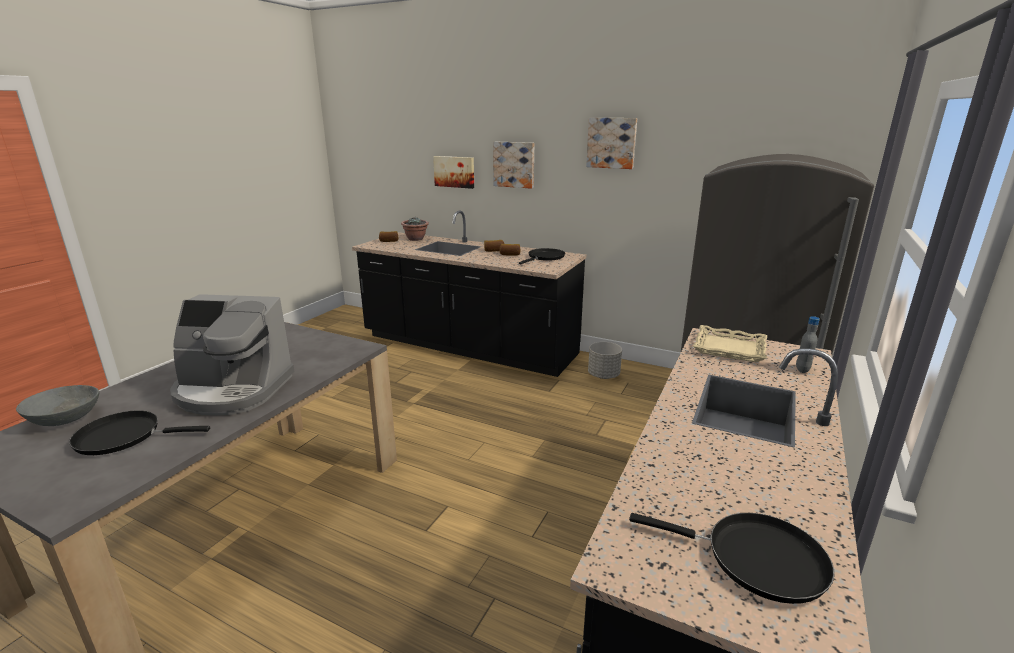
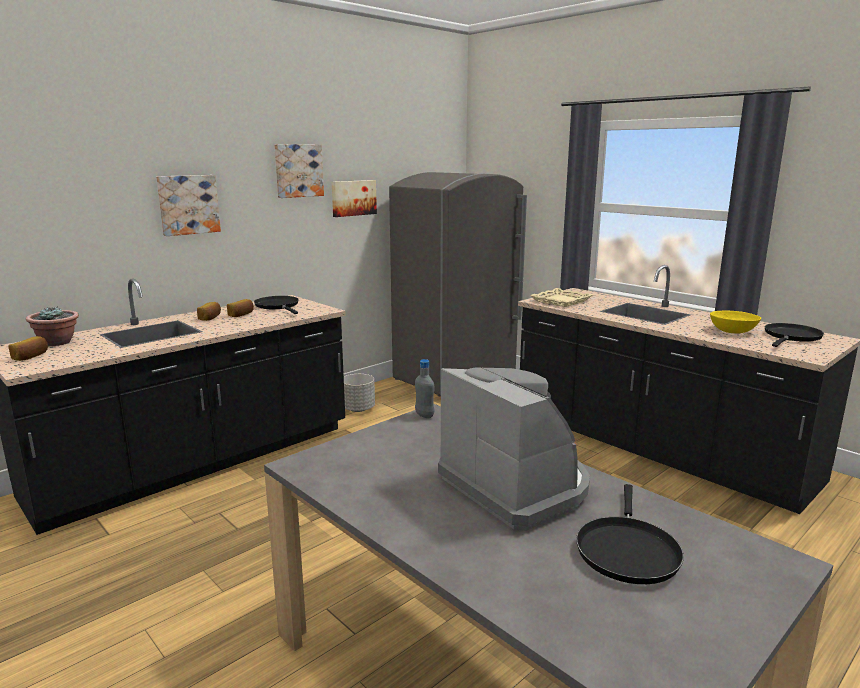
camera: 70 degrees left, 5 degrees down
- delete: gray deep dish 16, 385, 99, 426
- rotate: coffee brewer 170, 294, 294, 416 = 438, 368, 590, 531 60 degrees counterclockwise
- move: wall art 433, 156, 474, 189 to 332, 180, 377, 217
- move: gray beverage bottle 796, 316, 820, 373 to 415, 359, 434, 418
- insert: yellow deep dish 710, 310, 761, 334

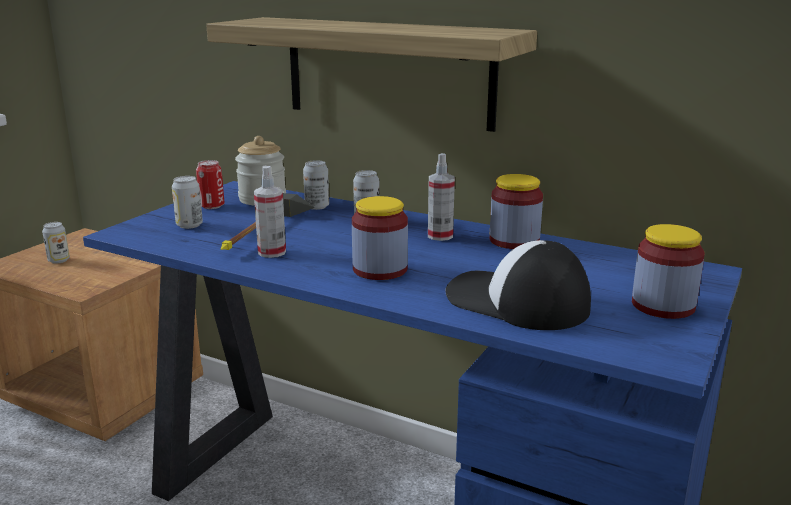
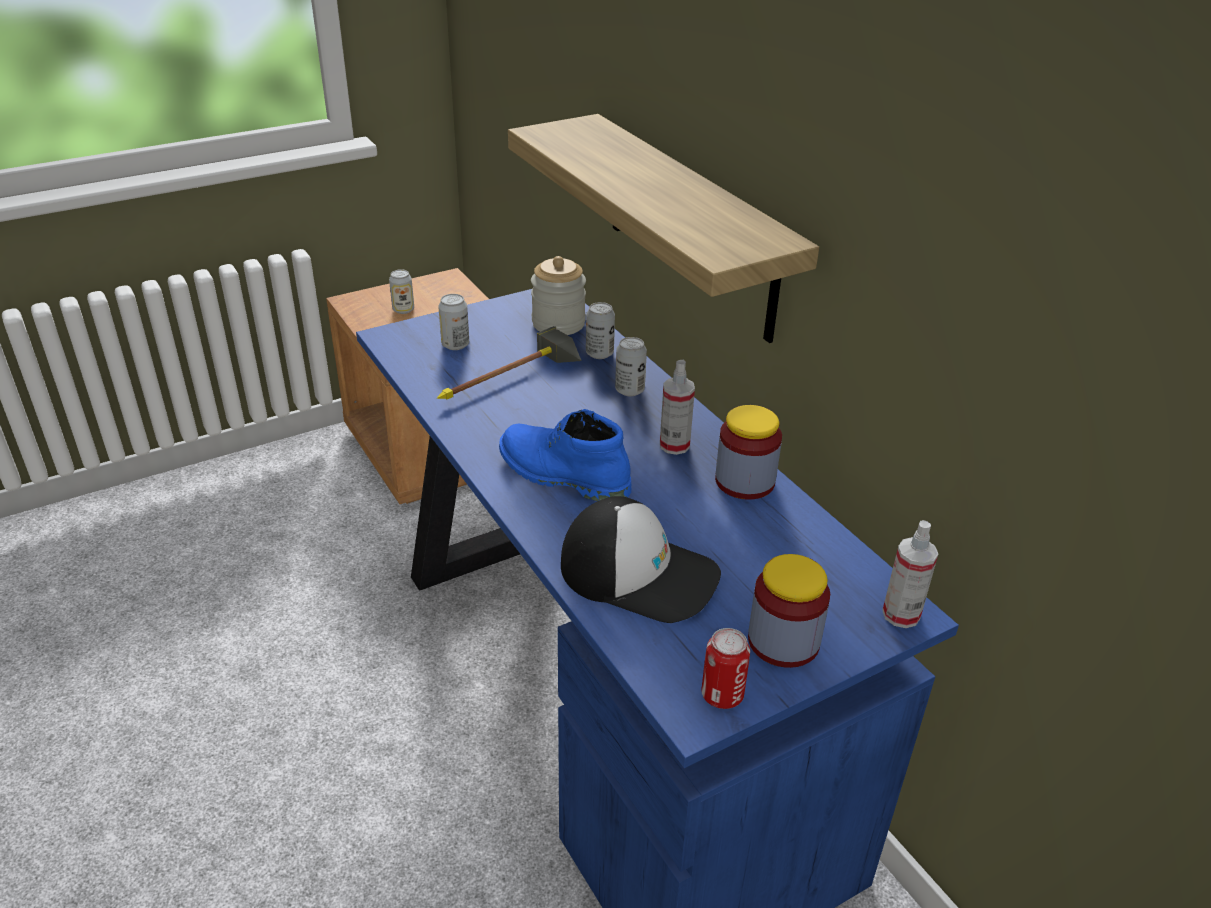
camera: 30 degrees right, 15 degrees up
- move: can 196, 160, 225, 209 to 701, 628, 750, 709
- move: hand sprayer 254, 166, 286, 258 to 882, 520, 938, 628
- replace: storage jar 352, 196, 408, 280 to blue tall boot 499, 409, 631, 501
- rotate: baseball cap 445, 240, 591, 330 = 561, 496, 721, 623 135 degrees clockwise

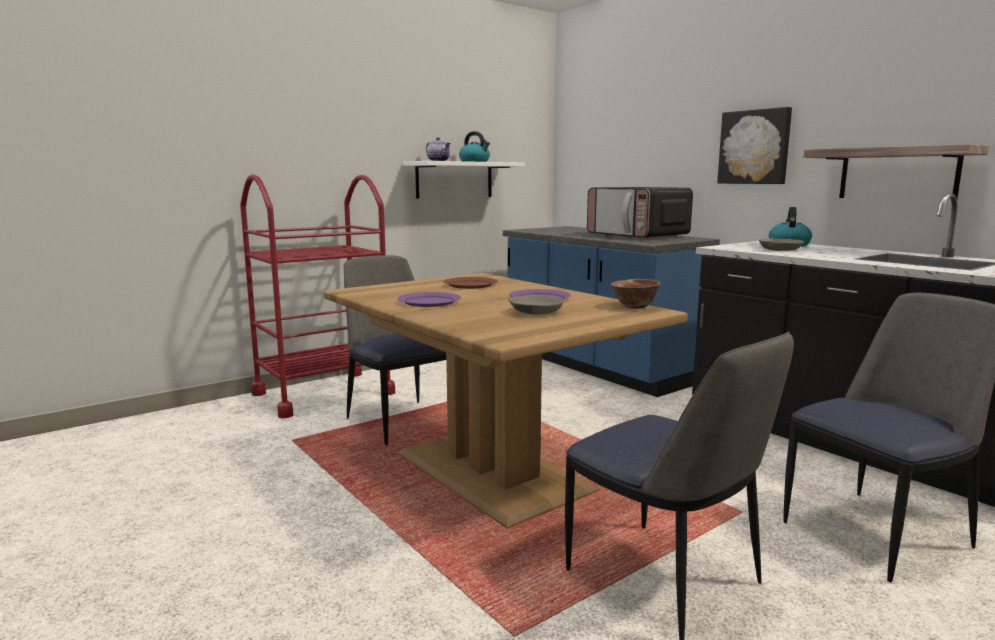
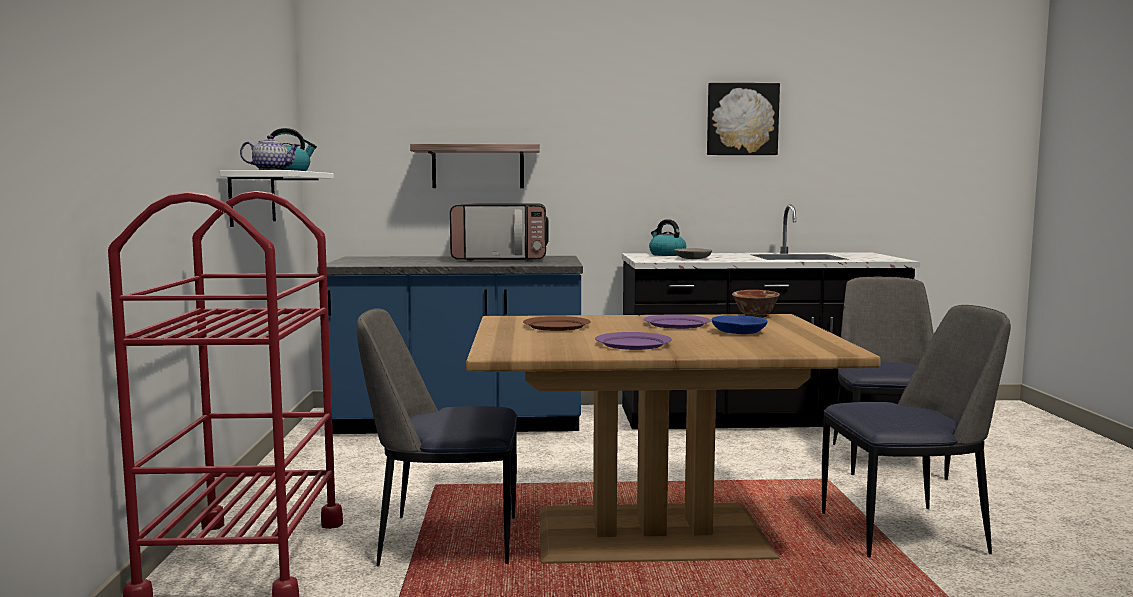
camera: 55 degrees left, 5 degrees down
- recolor: gray deep dish 509, 295, 564, 315 to blue deep dish 712, 315, 767, 334
- move: wall art 717, 107, 792, 184 to 707, 83, 780, 155
- move: wall shelf 804, 144, 989, 198 to 410, 144, 540, 188

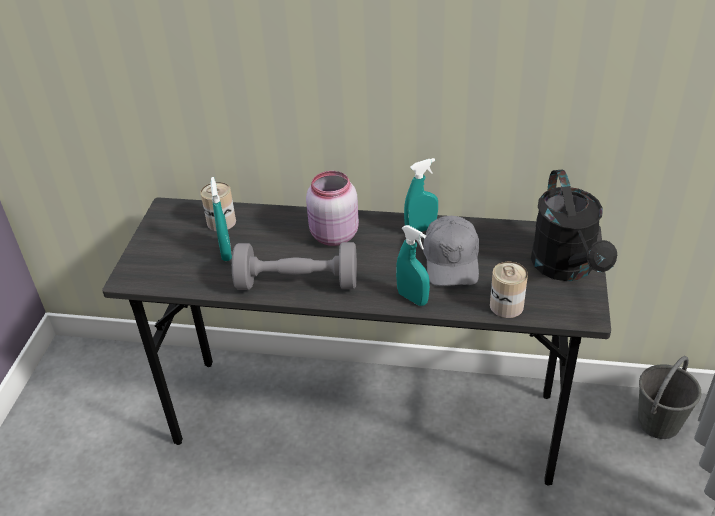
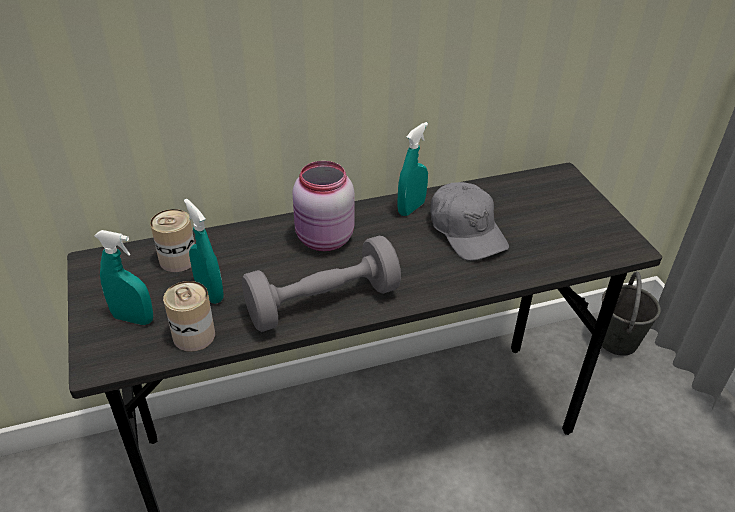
camera: 30 degrees left, 0 degrees up
- move: turquoise-coloured hand sprayer 396, 225, 430, 306 to 94, 230, 153, 325
- move: can 490, 262, 528, 318 to 163, 281, 215, 352
- delete: black watering pot 531, 170, 617, 281

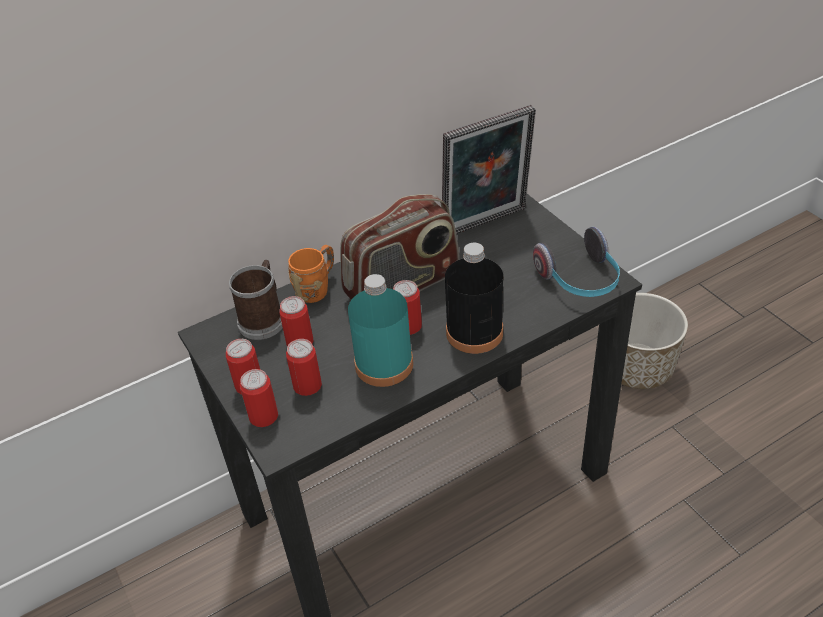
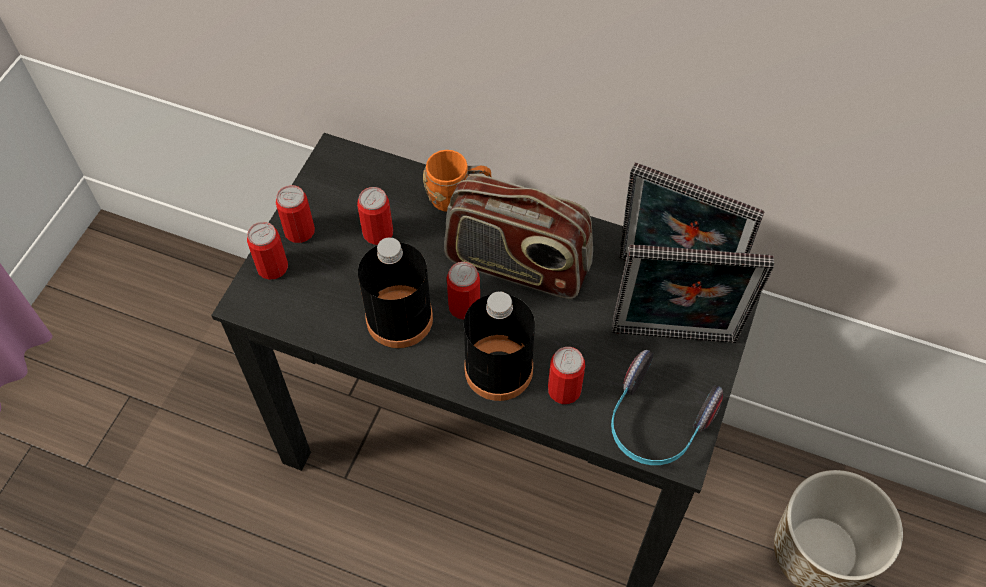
camera: 50 degrees right, 15 degrees up
- delete: coffee mug 229, 260, 283, 340
- move: can 286, 339, 322, 396 to 548, 347, 585, 404
- recolor: turquoise-coloured beverage bottle 348, 274, 413, 387 to black beverage bottle 358, 237, 433, 348
- insert: standing frame 612, 244, 774, 343

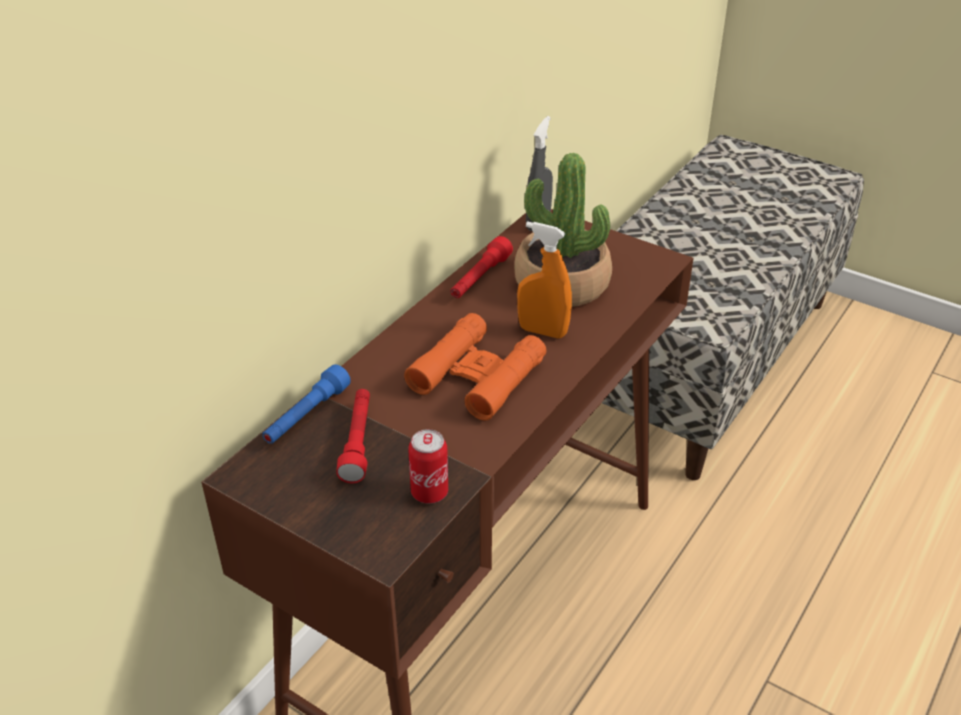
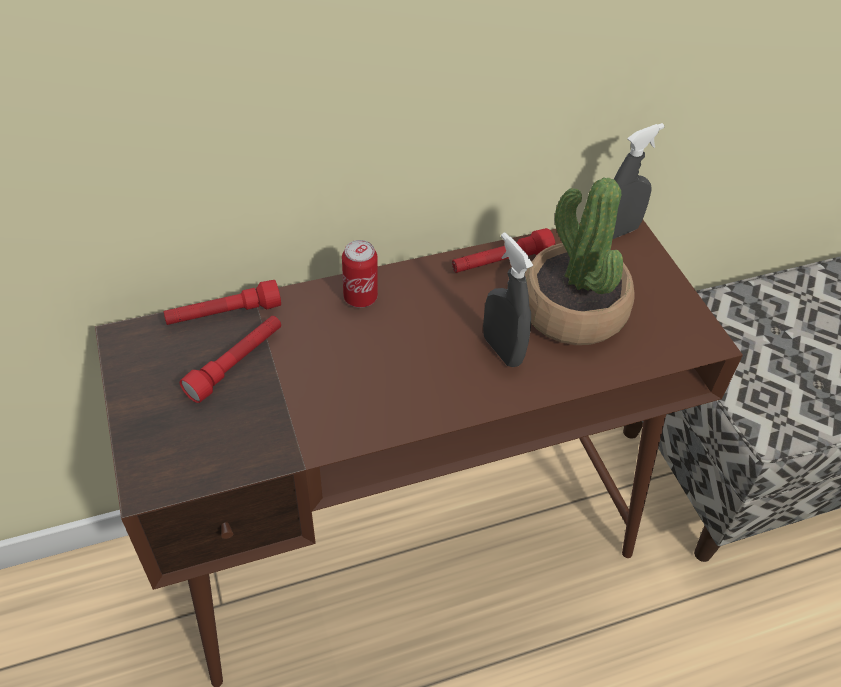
camera: 35 degrees right, 10 degrees up
- recolor: blue flashlight 262, 364, 351, 444 to reddish flashlight 164, 280, 281, 325
- delete: orange-coloured field glasses 404, 313, 546, 421
- move: can 408, 429, 448, 504 to 342, 240, 378, 308
- recolor: orange-coloured hand sprayer 517, 221, 572, 338 to gray hand sprayer 483, 233, 533, 367

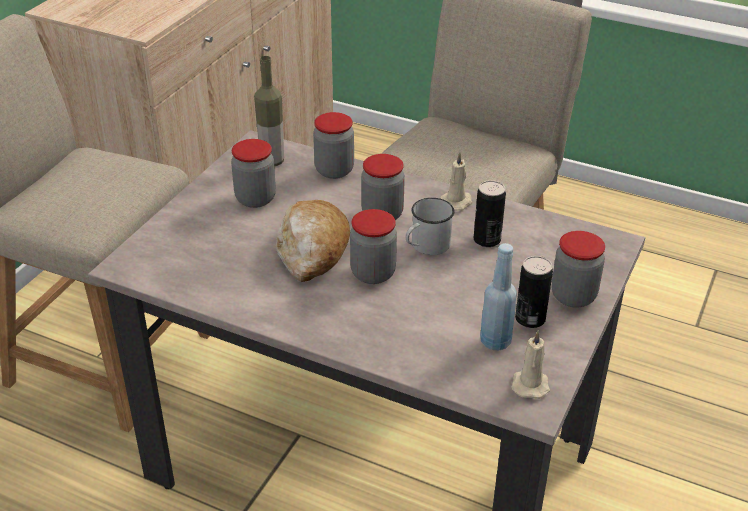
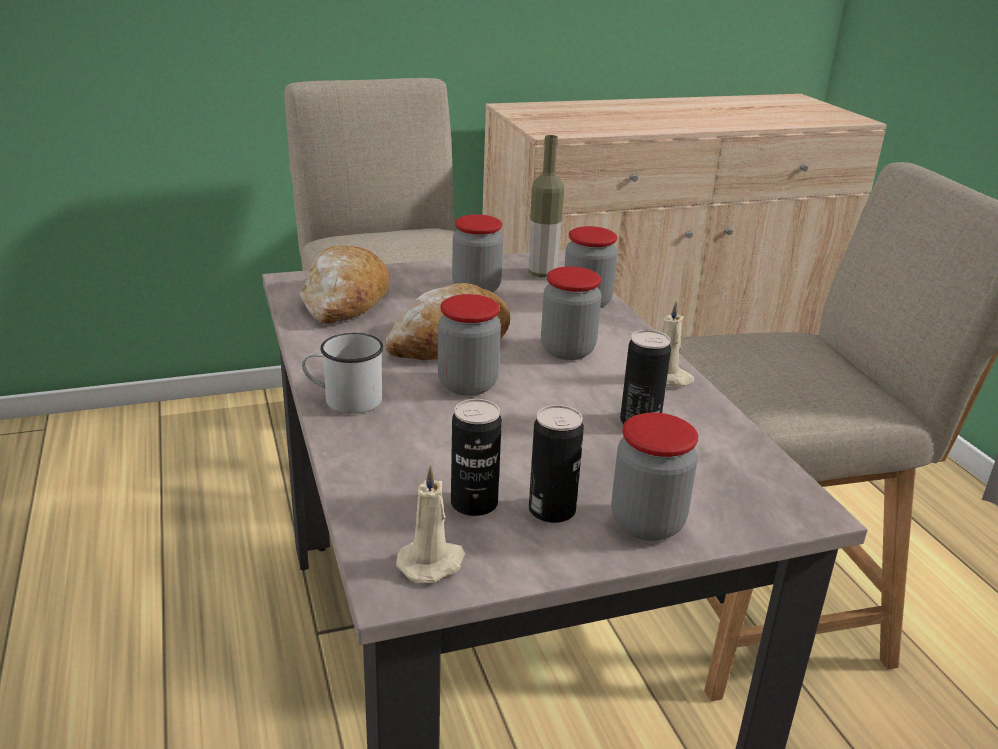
camera: 45 degrees right, 10 degrees down
- move: whitish coffee mug 405, 198, 455, 255 to 302, 333, 384, 414
- replace: blue beverage bottle 480, 243, 517, 350 to can 451, 399, 502, 516
- insert: bakery bread 300, 246, 390, 324

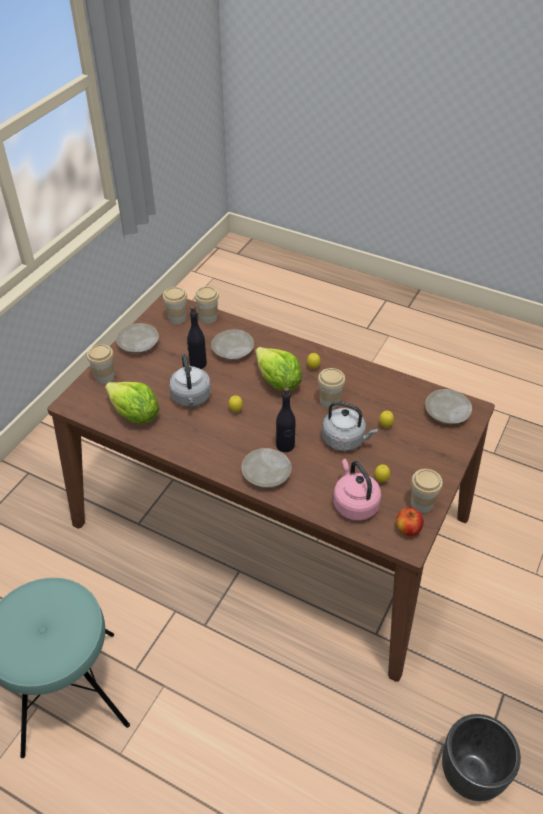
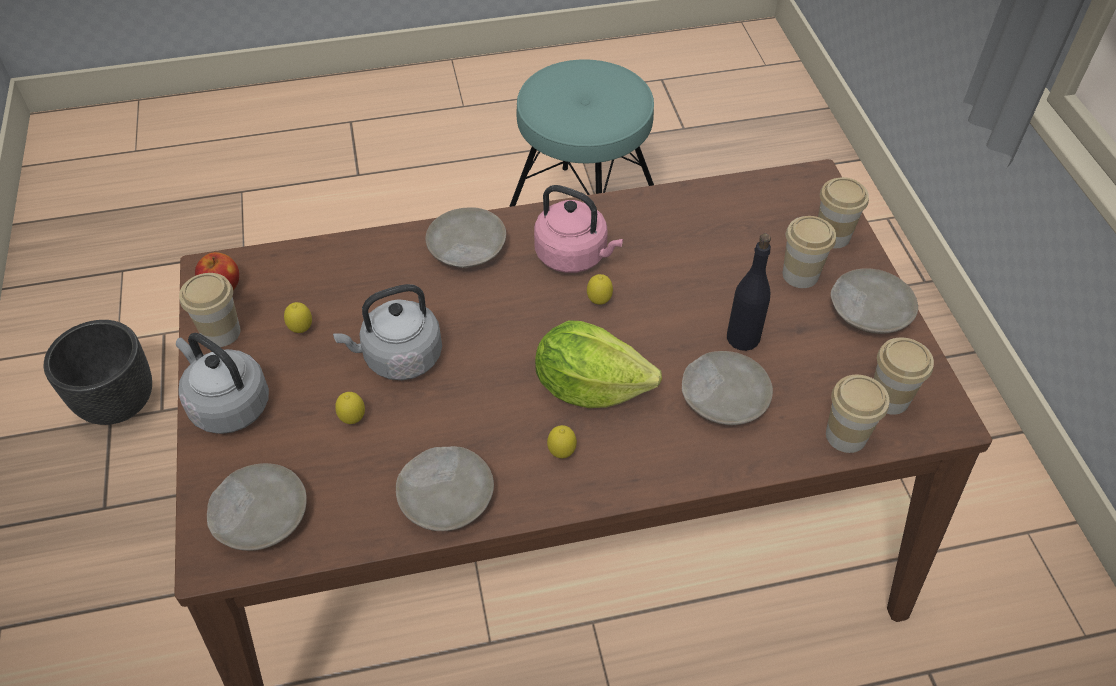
camera: 140 degrees right, 5 degrees up
- delete: head of lettuce 105, 382, 159, 424
- move: gray water kettle 169, 354, 211, 407 to 176, 333, 269, 434
- delete: black beverage bottle 276, 387, 296, 452
- move: cup 318, 368, 345, 408 to 782, 216, 836, 288
- move: pinkish water kettle 333, 459, 381, 521 to 534, 185, 623, 273
- insert: sand-coloured plate 396, 446, 494, 531

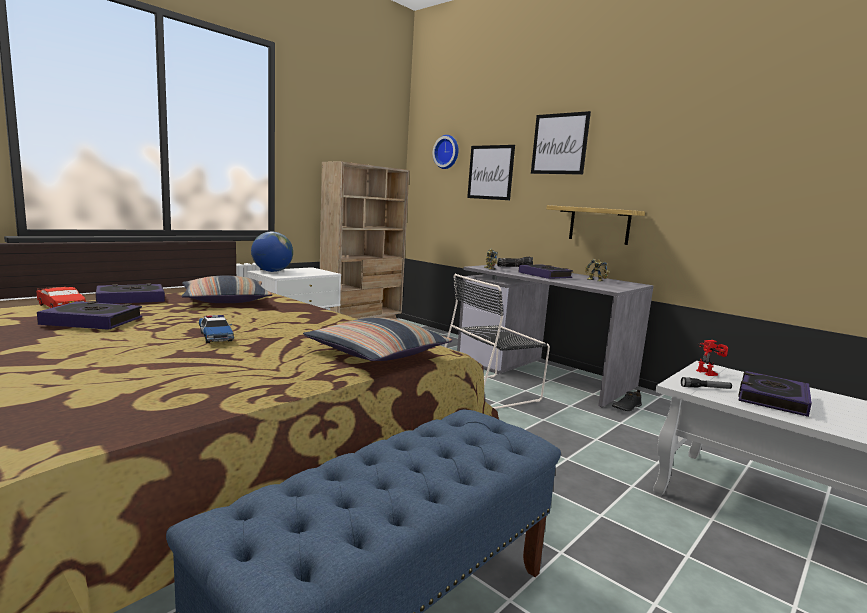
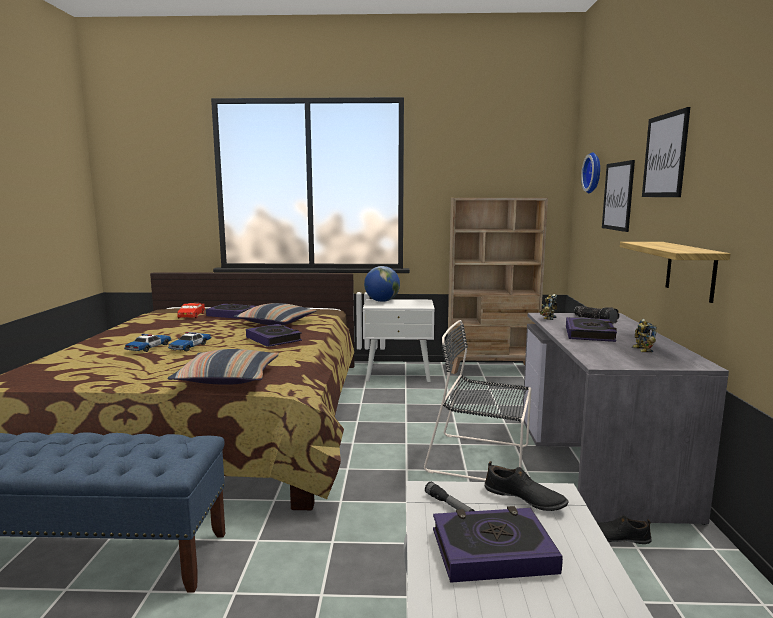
camera: 50 degrees right, 0 degrees up
- move: volume 37, 301, 142, 330 to 246, 324, 302, 347
- replace: model robot 696, 340, 728, 376 to black shoe 485, 461, 568, 511
- insert: model car 124, 334, 172, 352

